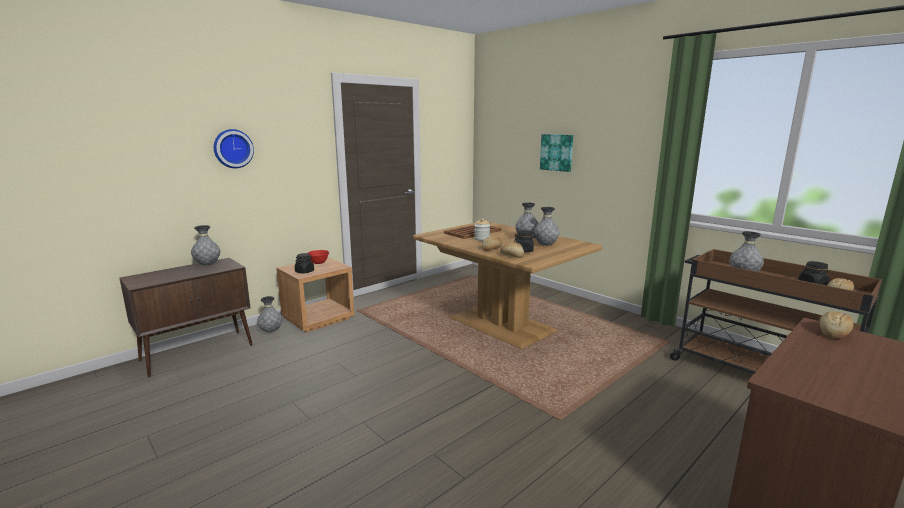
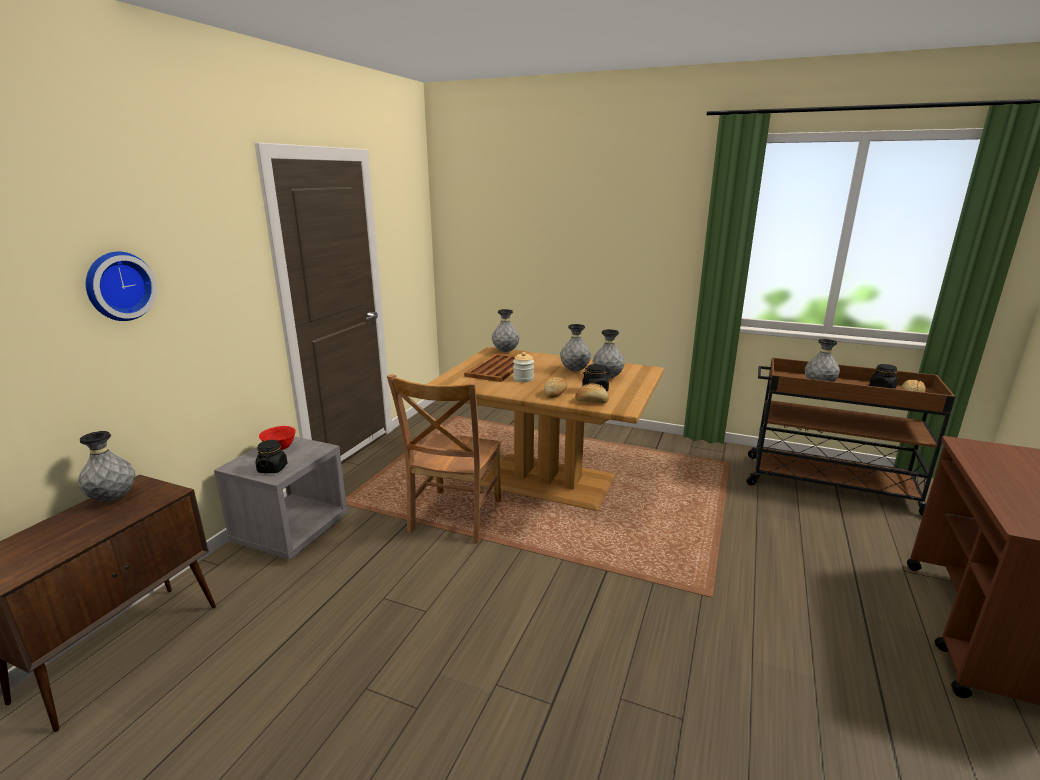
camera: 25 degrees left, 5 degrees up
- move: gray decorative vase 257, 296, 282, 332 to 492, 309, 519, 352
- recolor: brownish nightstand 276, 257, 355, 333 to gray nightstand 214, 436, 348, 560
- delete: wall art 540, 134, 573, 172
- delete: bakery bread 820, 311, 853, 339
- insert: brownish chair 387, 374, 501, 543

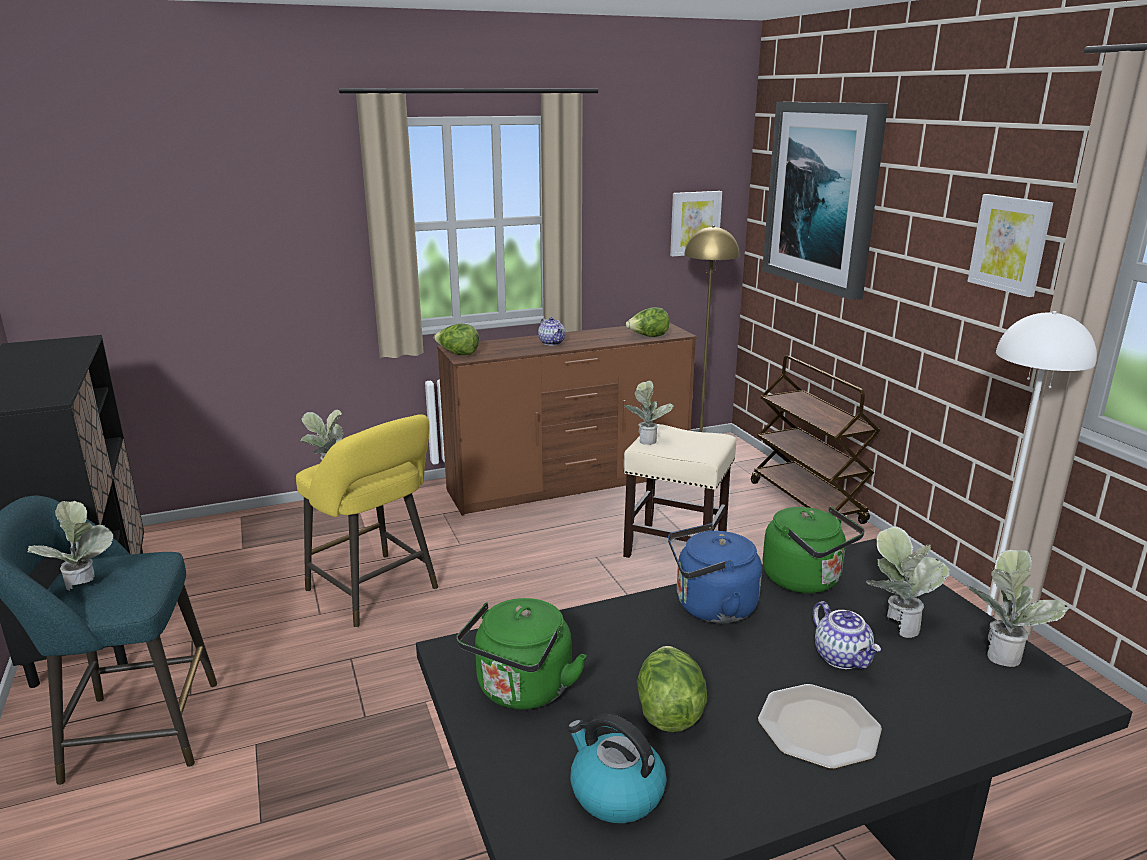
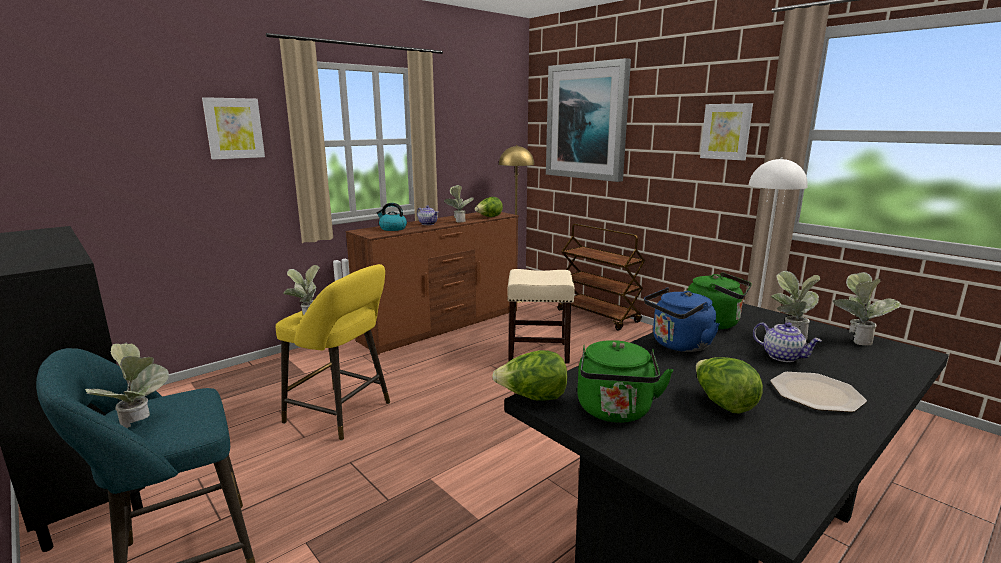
camera: 20 degrees left, 5 degrees down
- move: head of lettuce 434, 324, 479, 355 to 492, 350, 567, 401
- move: water kettle 567, 713, 667, 823 to 376, 203, 407, 231
- move: plant in a pot 624, 381, 674, 445 to 444, 185, 474, 223
- move: wall art 670, 191, 722, 257 to 202, 97, 265, 160

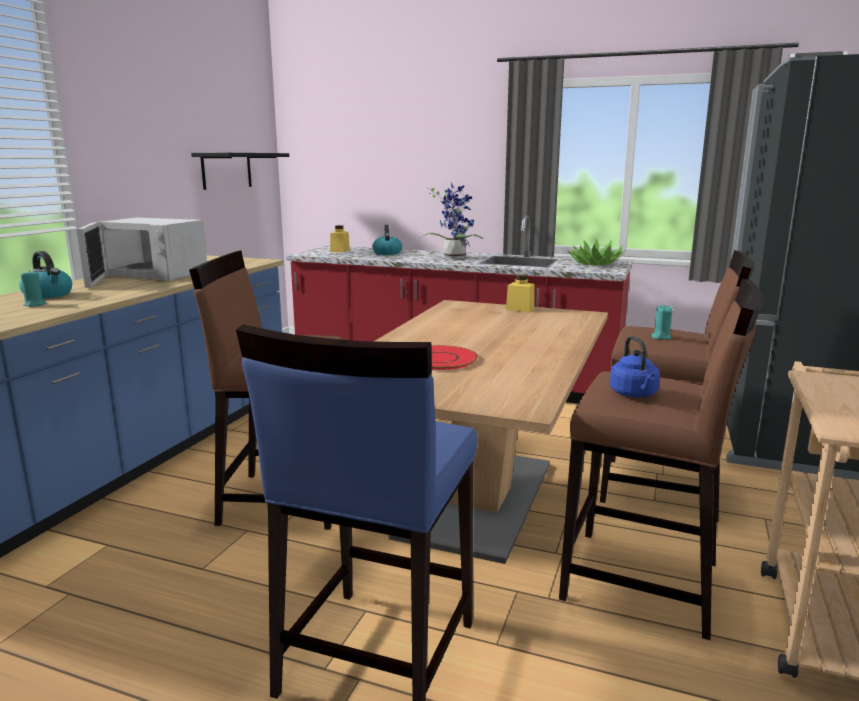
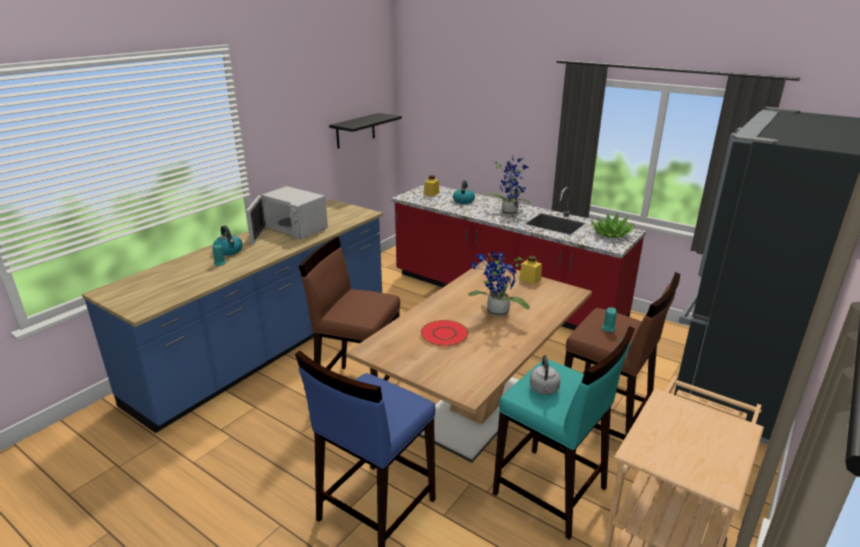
camera: 15 degrees right, 10 degrees up
- recolor: brownish stool 559, 279, 763, 640 to turquoise-coloured stool 493, 326, 635, 540
- recolor: blue water kettle 610, 336, 660, 398 to gray water kettle 530, 355, 560, 395
- insert: plant in a pot 468, 251, 530, 317

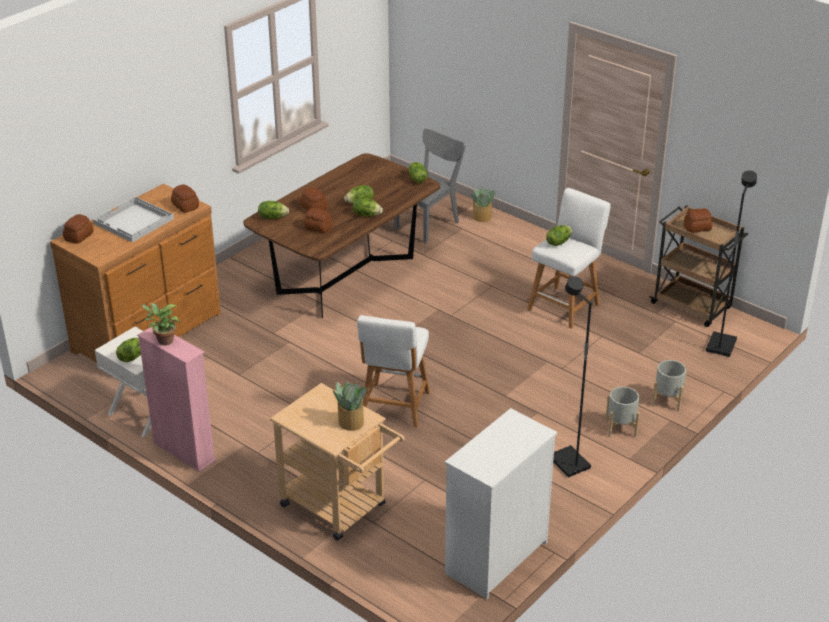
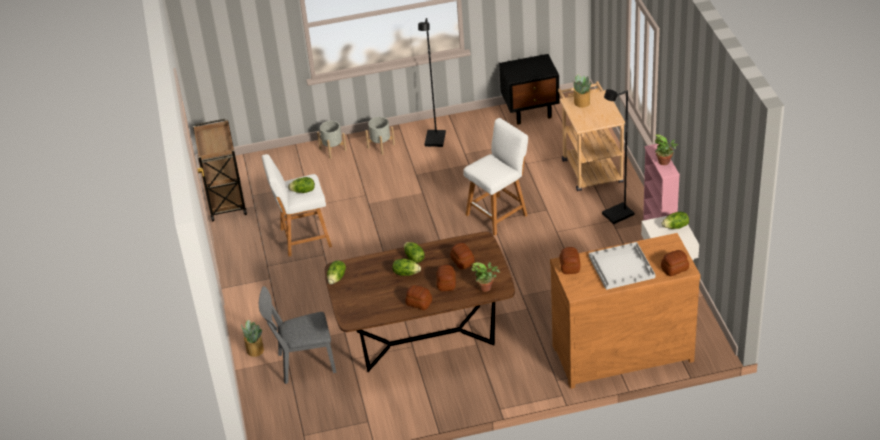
camera: 140 degrees left, 5 degrees up
- replace: head of lettuce 258, 201, 289, 219 to plant in a pot 471, 262, 500, 292
- replace: whitish chest of drawers 445, 408, 557, 599 to black nightstand 499, 54, 560, 125
- move: bakery bread 684, 208, 712, 233 to 406, 285, 432, 310
- move: black standing lamp 706, 171, 757, 357 to 602, 89, 634, 224

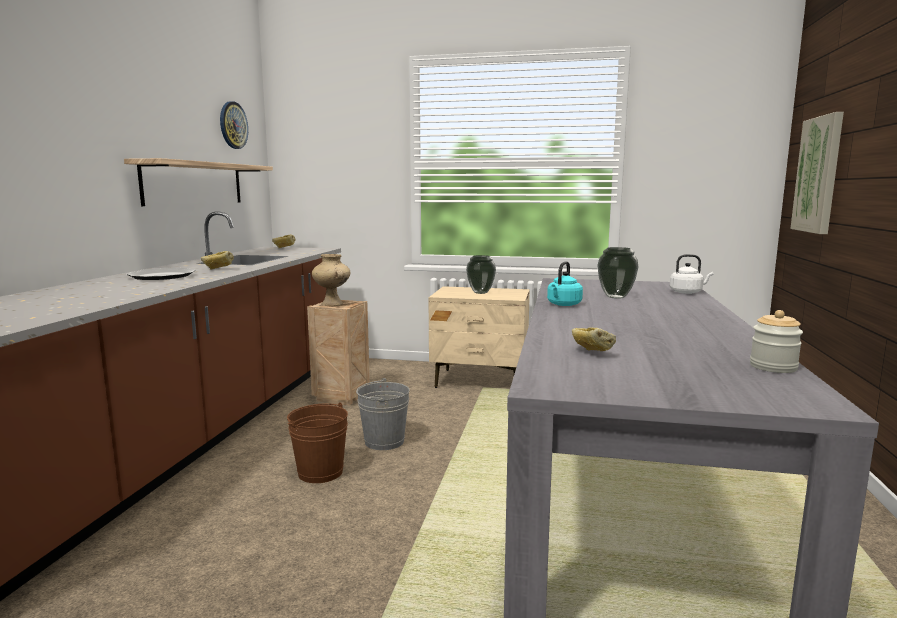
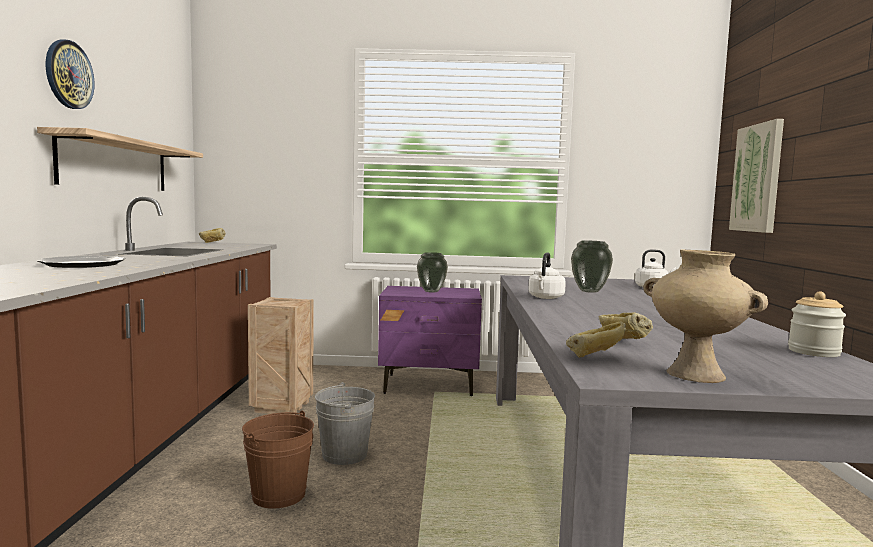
camera: 10 degrees left, 5 degrees down
- move: bakery bread 201, 251, 234, 270 to 566, 322, 626, 358
- move: hanging clock 220, 101, 248, 149 to 46, 40, 95, 109
- move: sand-coloured decorative vase 312, 254, 351, 306 to 643, 249, 768, 383
- recolor: sand-coloured nightstand 429, 286, 530, 388 to purple-coloured nightstand 378, 286, 482, 396
- recolor: turquoise-coloured water kettle 547, 261, 583, 306 to whitish water kettle 528, 252, 566, 299

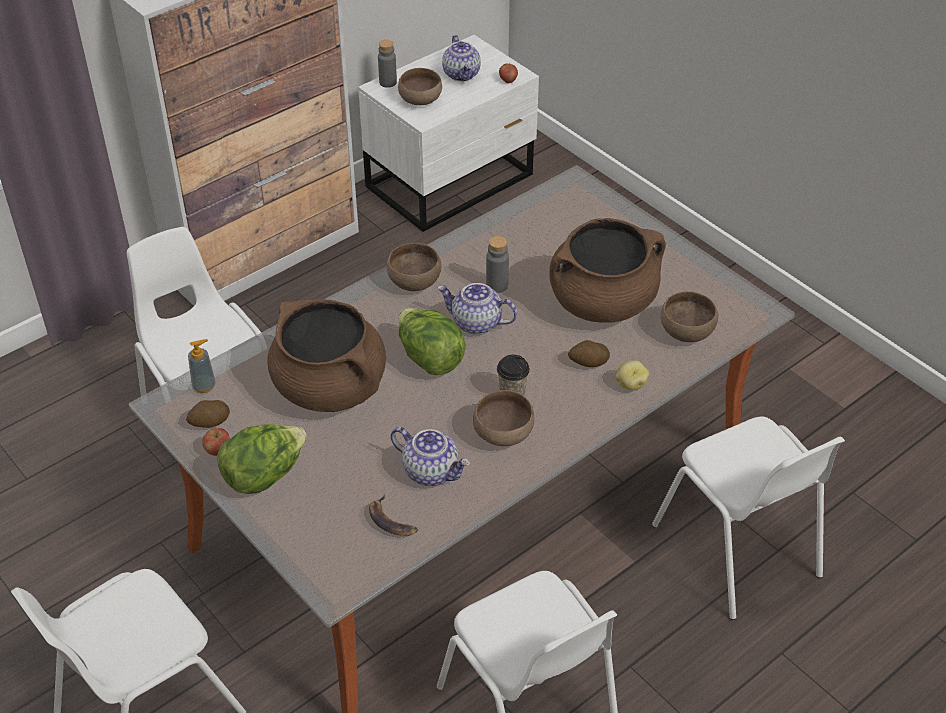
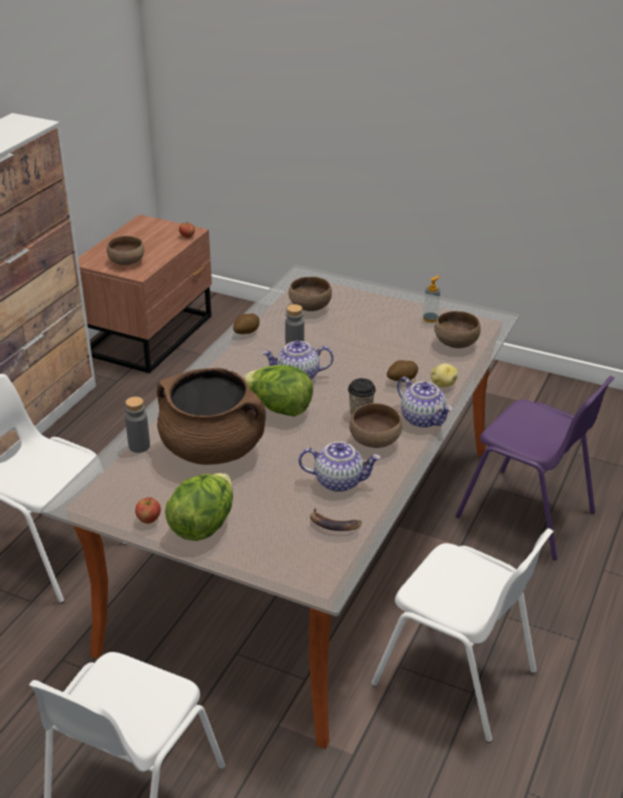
camera: 25 degrees left, 10 degrees down
- move: whole potato 186, 400, 230, 428 to 233, 313, 260, 334
- move: liquid soap bottle 188, 339, 215, 393 to 422, 275, 440, 322
- recolor: whitish nightstand 358, 35, 539, 232 to brownish nightstand 78, 214, 212, 373
- move: gray beverage bottle 378, 40, 397, 88 to 125, 397, 150, 453
- move: brownish deep dish 387, 243, 442, 291 to 288, 277, 332, 311
- move: pot for tea 442, 35, 481, 81 to 397, 377, 452, 428
- delete: brownish saucepot 549, 218, 666, 323
- recolor: whitish chair 652, 416, 845, 620 to purple-coloured chair 456, 376, 615, 560

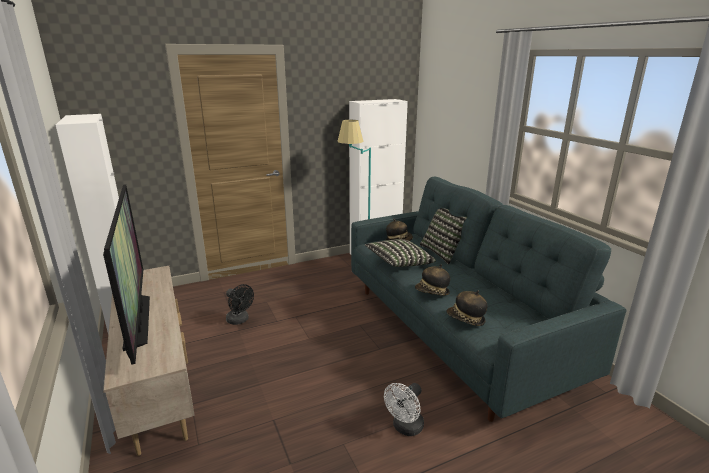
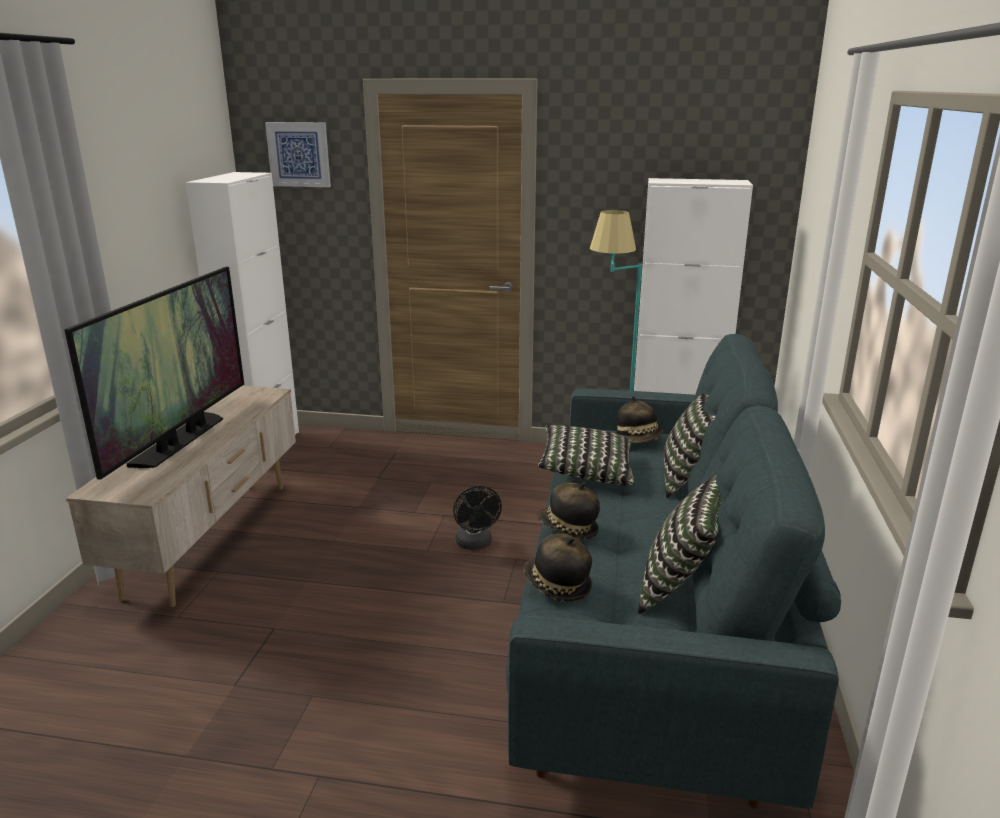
camera: 35 degrees right, 0 degrees up
- move: black electric fan 226, 284, 254, 325 to 453, 486, 502, 550
- delete: whitish electric fan 384, 383, 424, 436
- insert: wall art 265, 122, 331, 187
- insert: cushion 638, 475, 722, 614

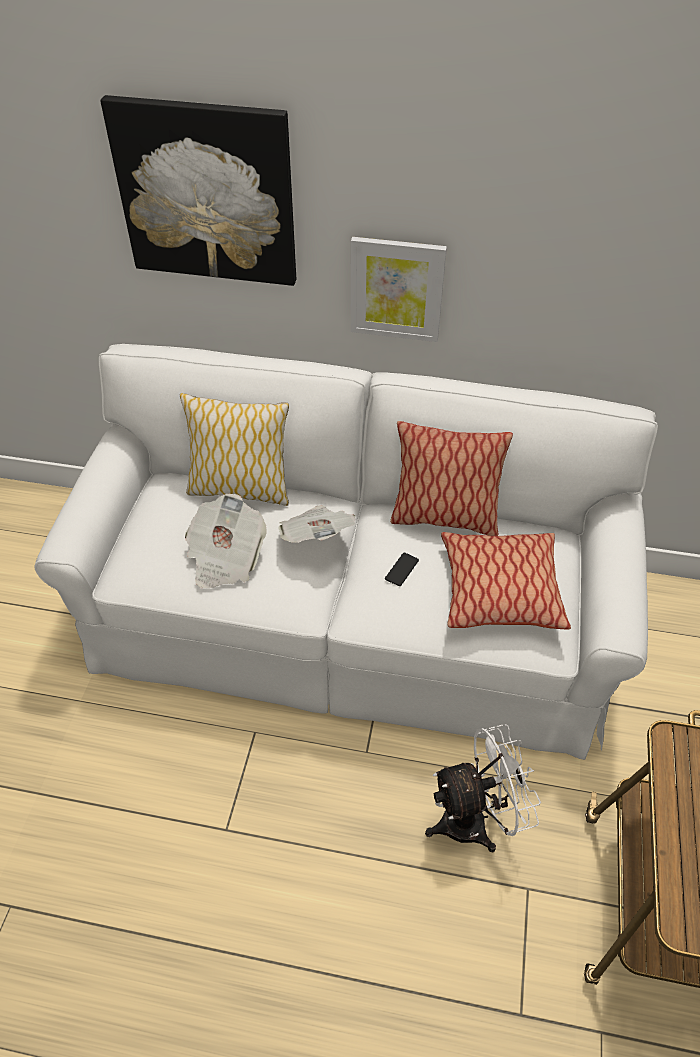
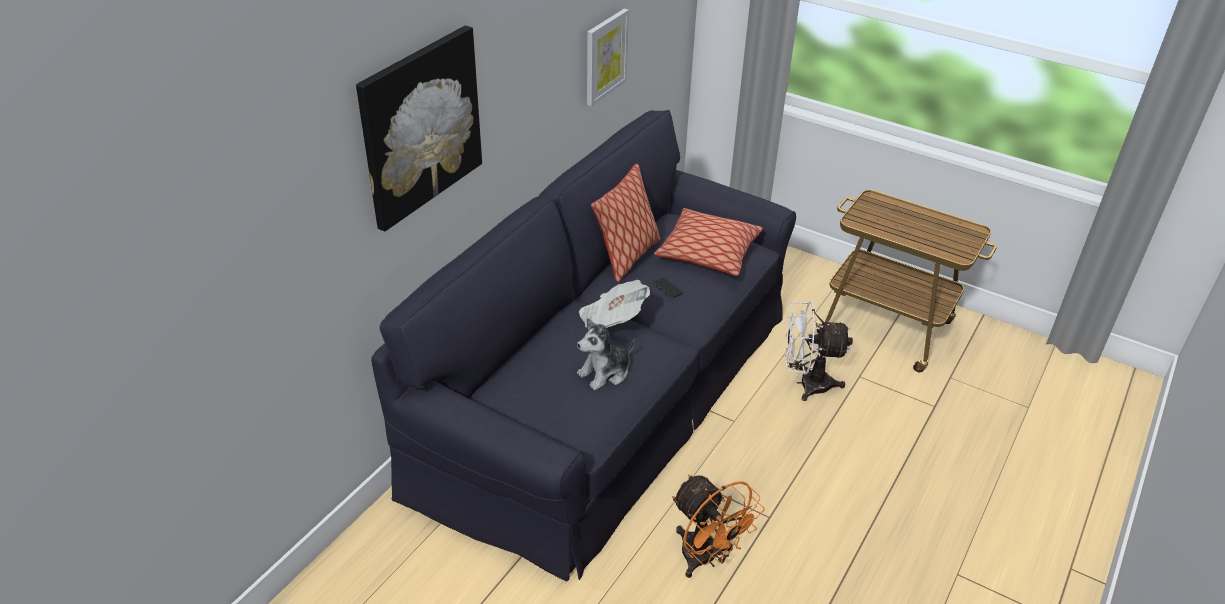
camera: 70 degrees left, 10 degrees down
- recolor: whitish settee 35, 344, 658, 760 to black settee 371, 110, 796, 581
- delete: cushion 180, 393, 289, 506
- replace: newspaper 185, 494, 267, 588 to soft toy 577, 318, 635, 390
- move: wall art 351, 237, 447, 342 to 587, 9, 629, 106
- rotate: whitish electric fan 425, 724, 541, 852 = 785, 301, 853, 401 90 degrees counterclockwise
- insert: orange-coloured electric fan 672, 475, 765, 578

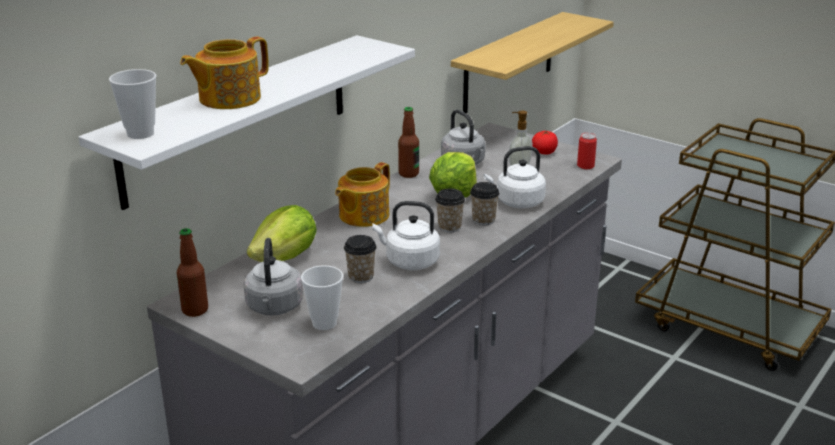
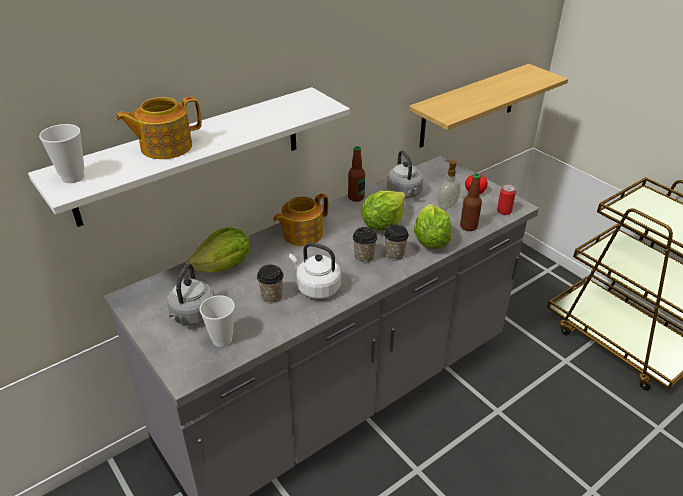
camera: 15 degrees right, 10 degrees up
- move: beverage bottle 177, 228, 208, 317 to 460, 173, 482, 231
- replace: whitish water kettle 484, 146, 546, 208 to head of lettuce 414, 204, 451, 249

